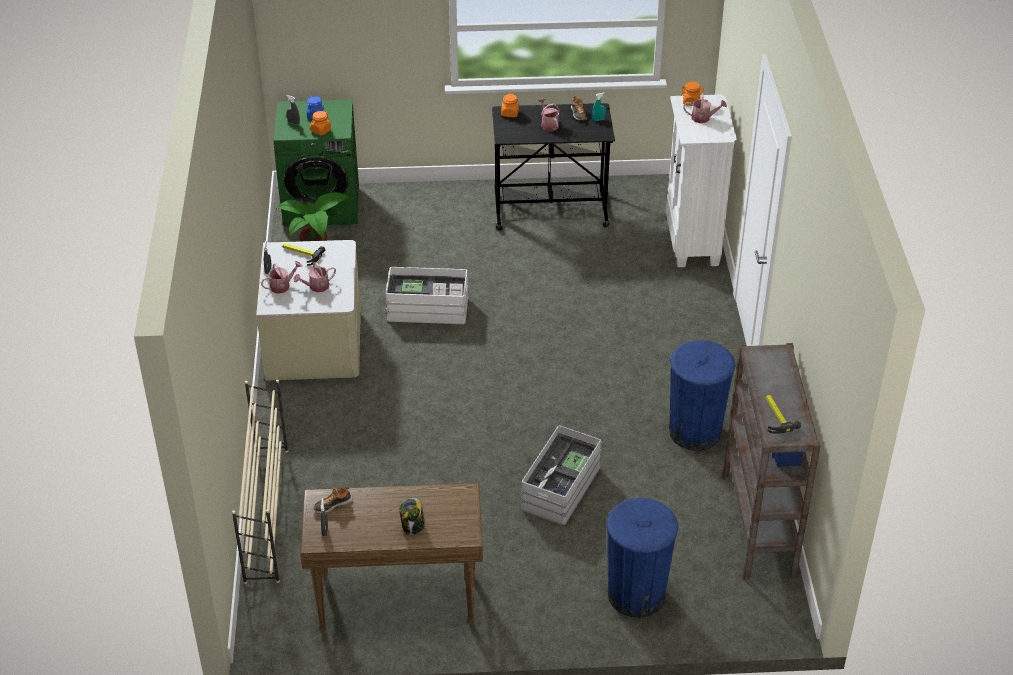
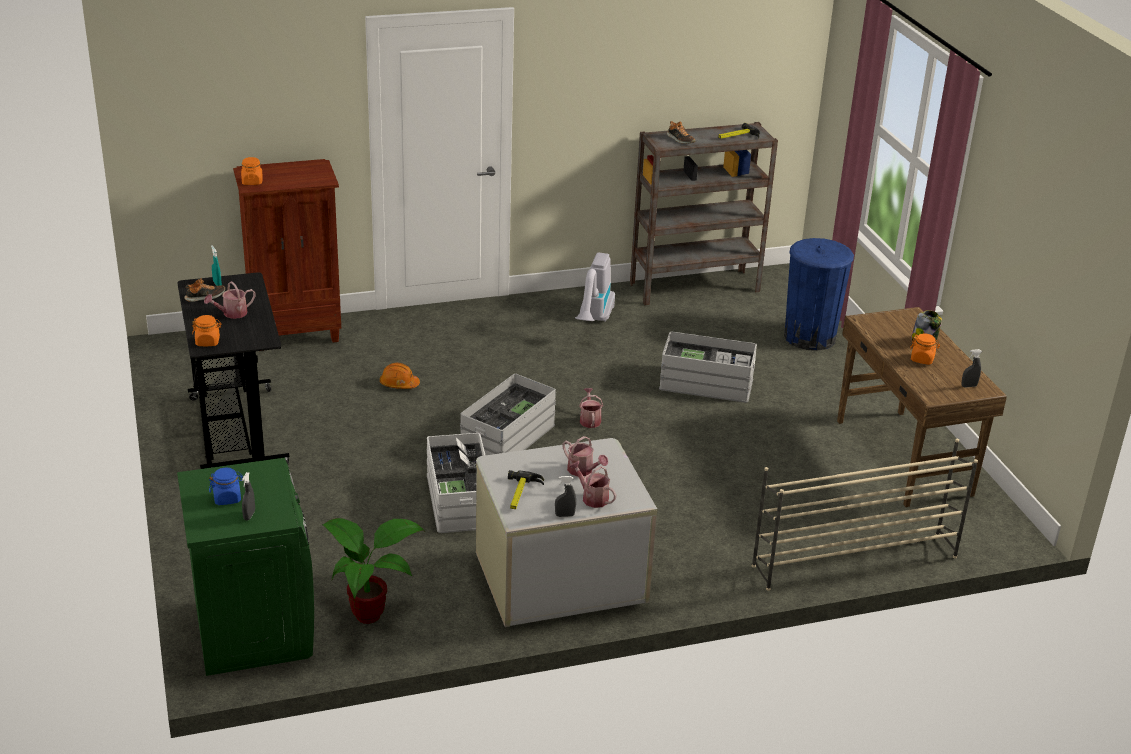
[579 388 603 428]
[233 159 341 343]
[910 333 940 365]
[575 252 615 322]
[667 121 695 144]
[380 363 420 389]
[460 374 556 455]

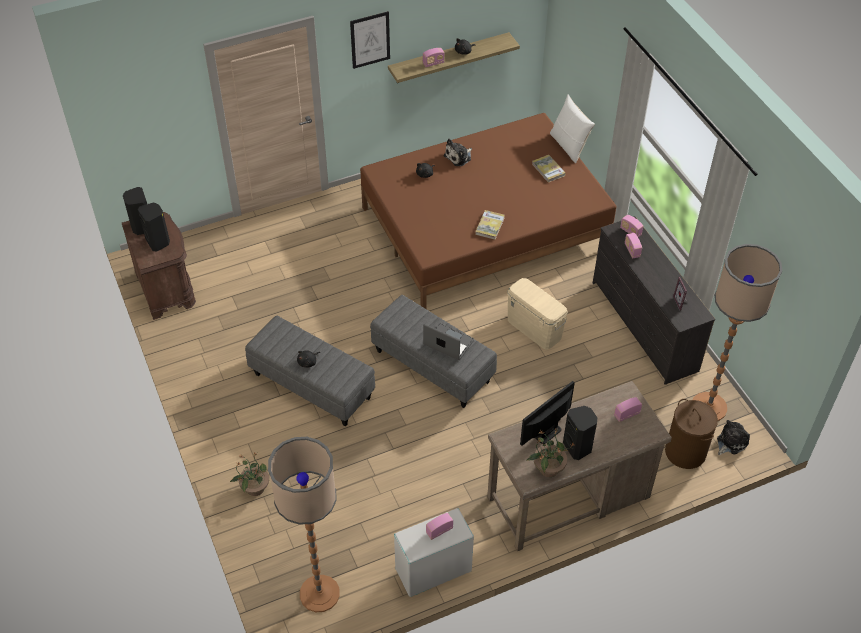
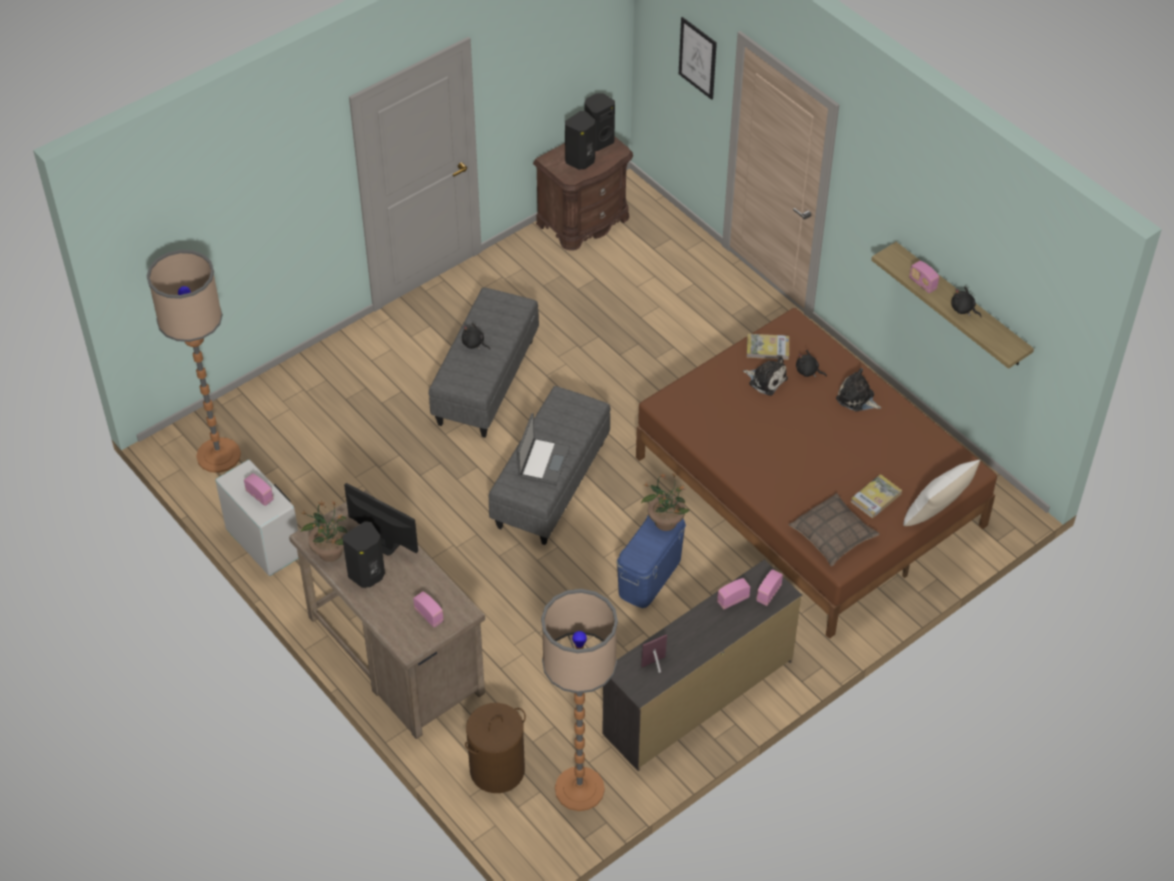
[679 17 717 100]
[747 334 789 360]
[616 515 686 608]
[743 356 788 396]
[641 473 689 531]
[789 493 880 566]

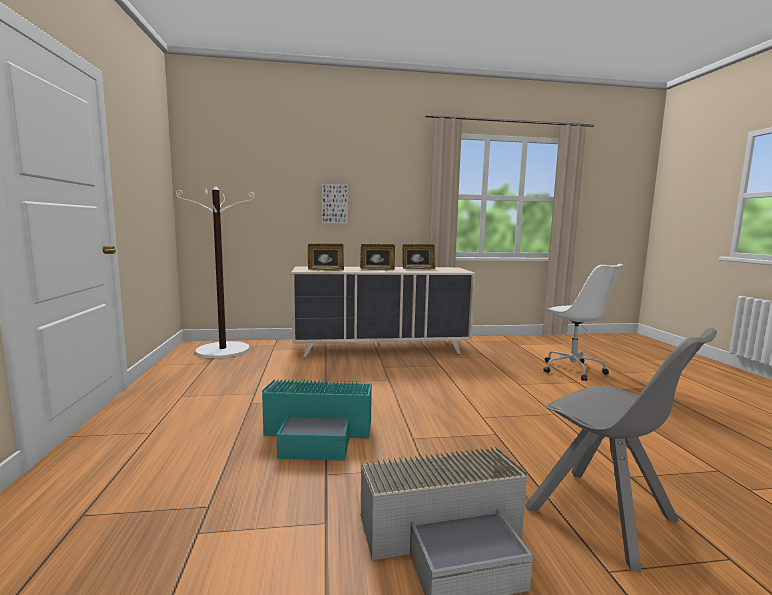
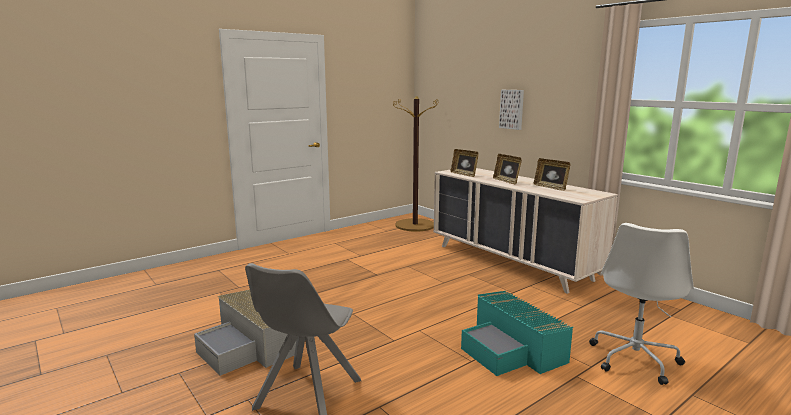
[393 96 438 232]
[461 291 573 376]

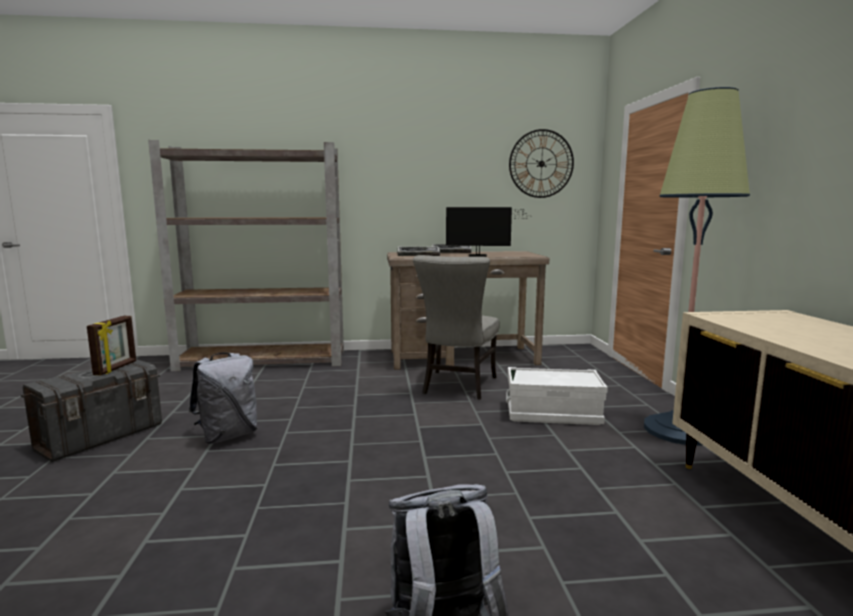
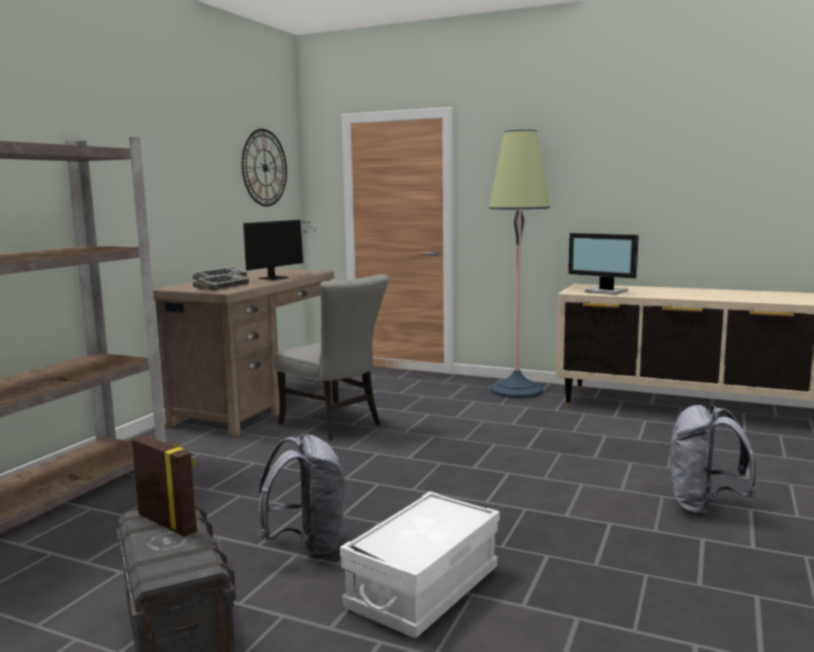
[340 491 500 638]
[568 233 639 295]

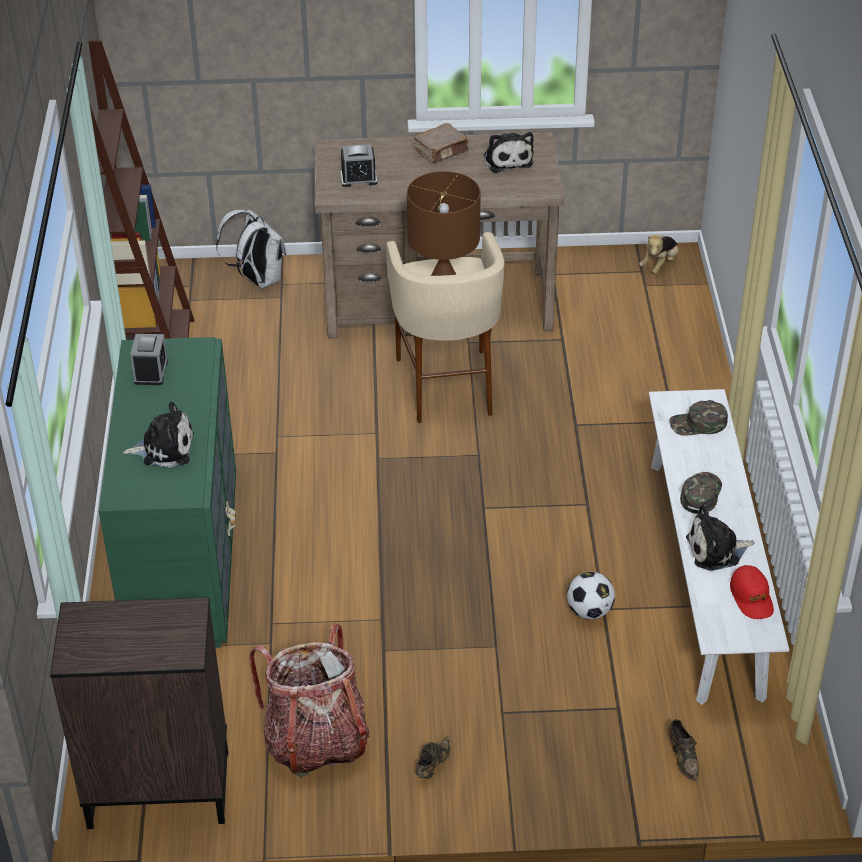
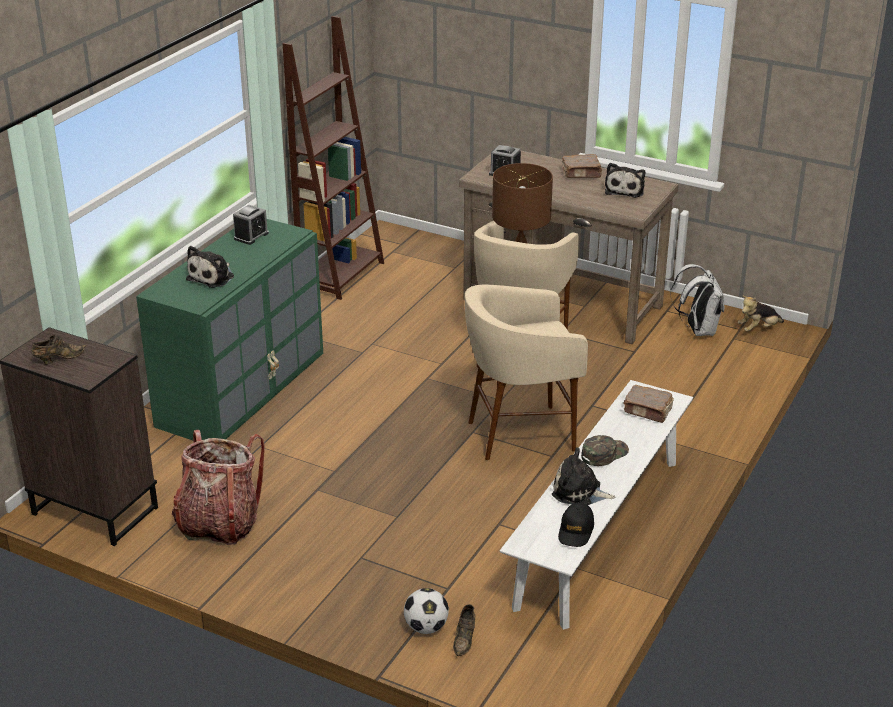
[670 264 724 336]
[623 385 674 423]
[186 246 234 288]
[558 503 594 547]
[404 588 449 634]
[31 335 86 364]
[465 285 588 460]

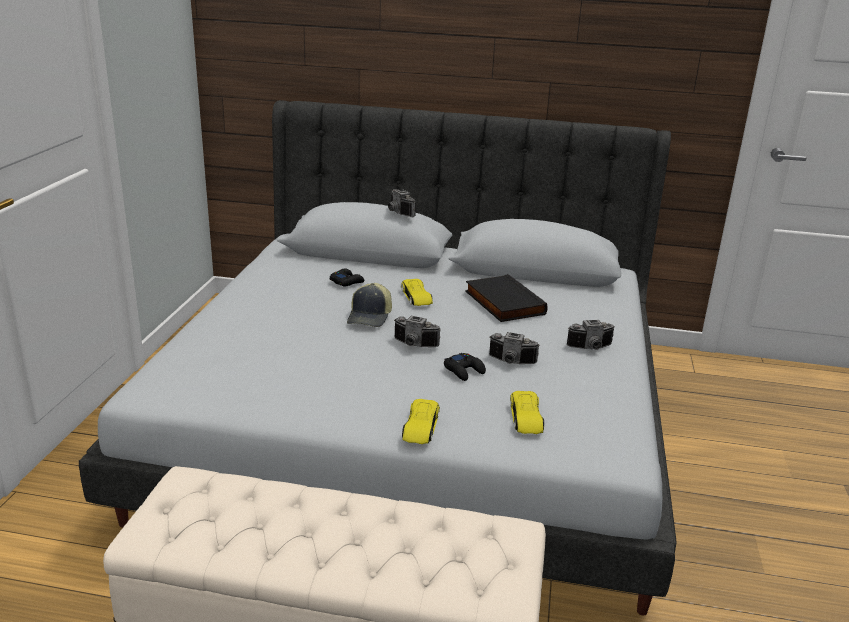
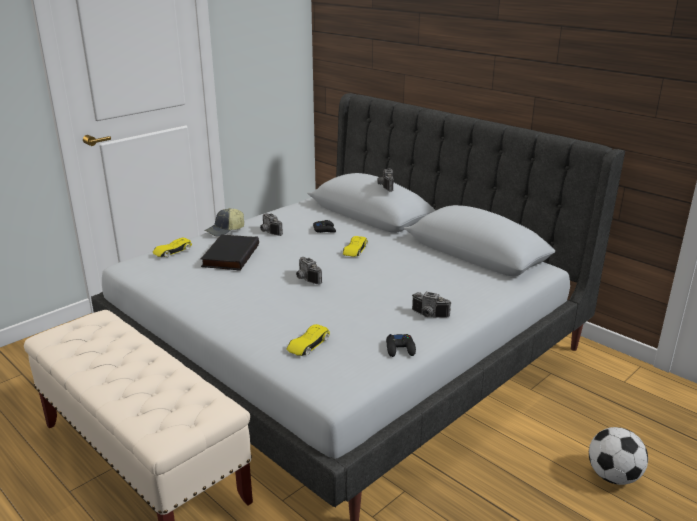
[200 234 259 271]
[204 208 244 237]
[260 213 283 236]
[386 334 416 357]
[153 238 192 257]
[589 427 648 485]

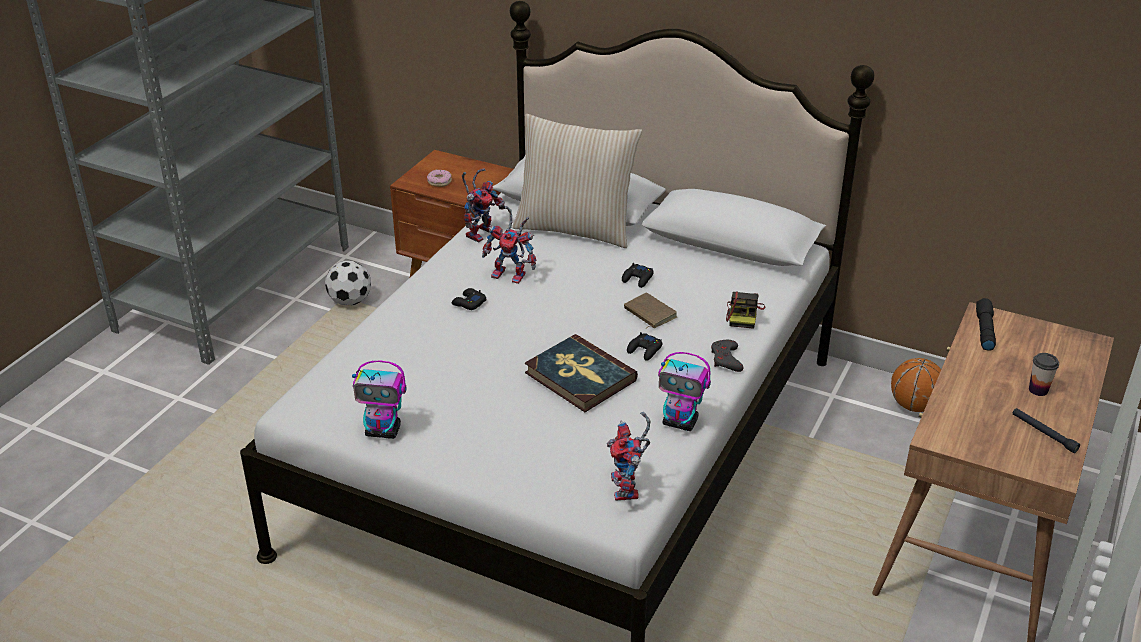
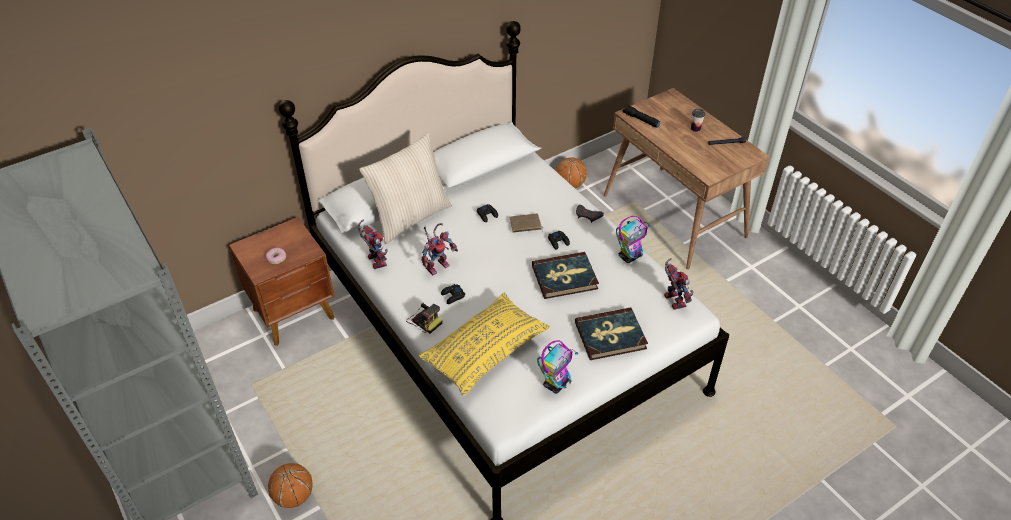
[325 261 371 306] (first image)
[406 303 442 334]
[664 258 693 310]
[419 293 550 396]
[575 308 648 360]
[268 463 313 508]

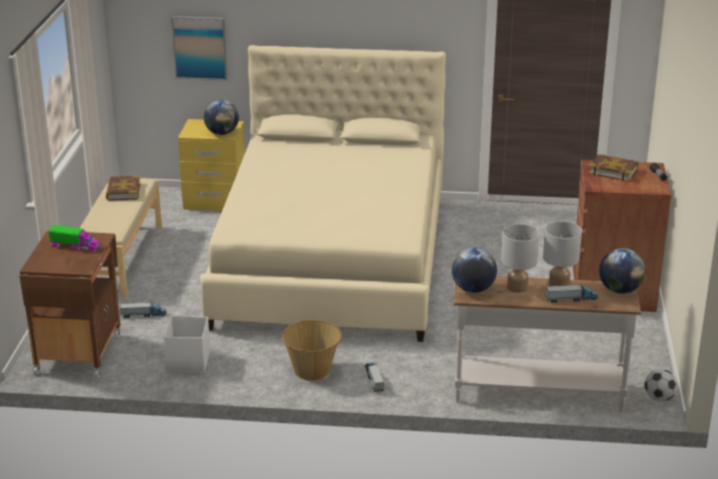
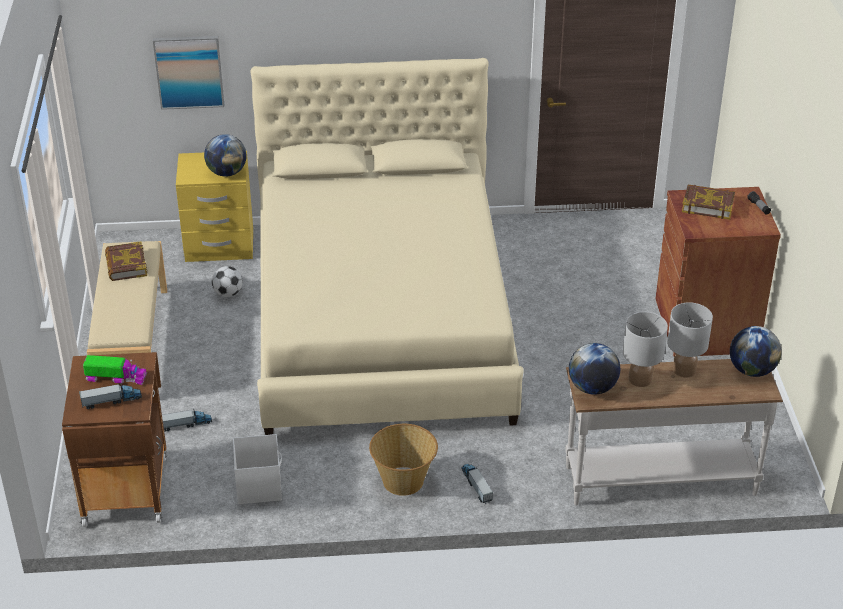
[79 383 142 409]
[212 266 243 297]

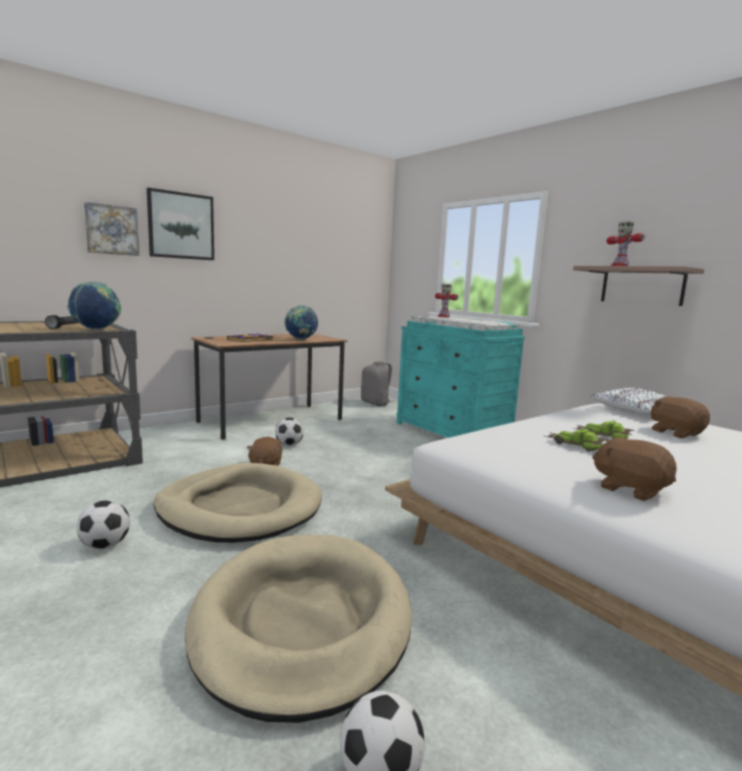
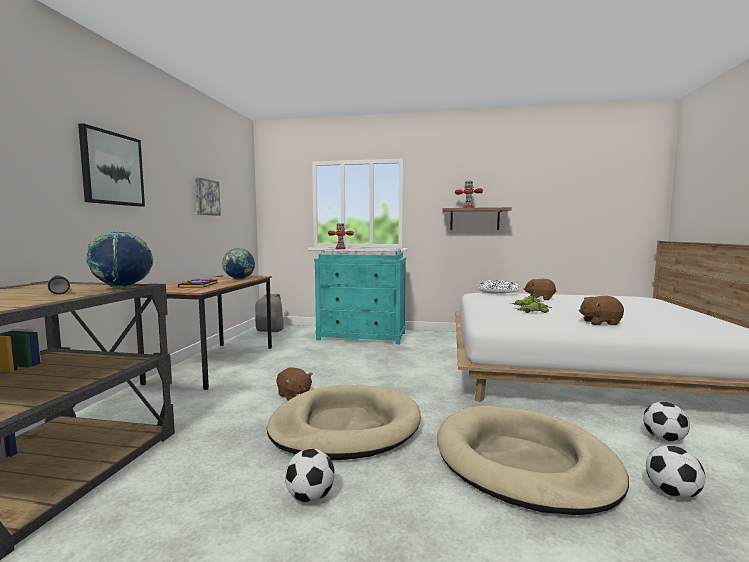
[195 178 221 216]
[643 402 690 442]

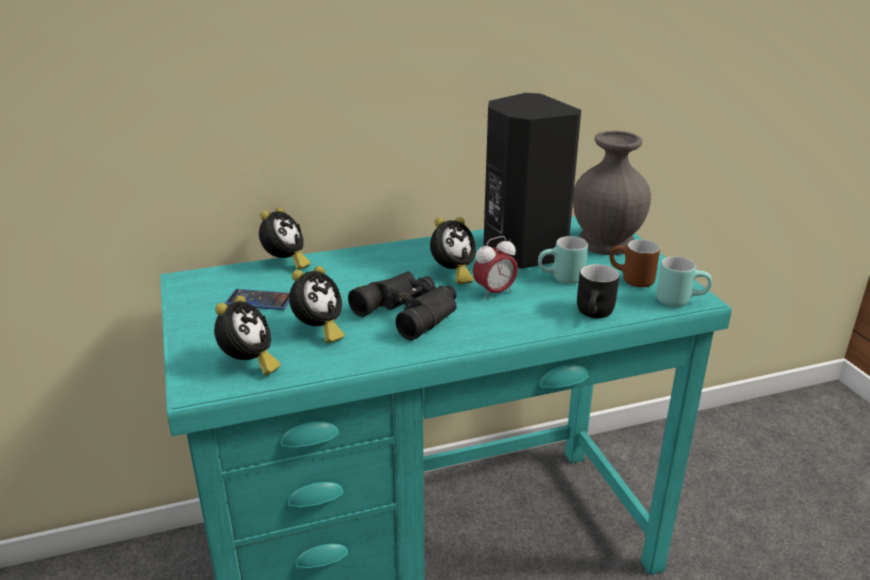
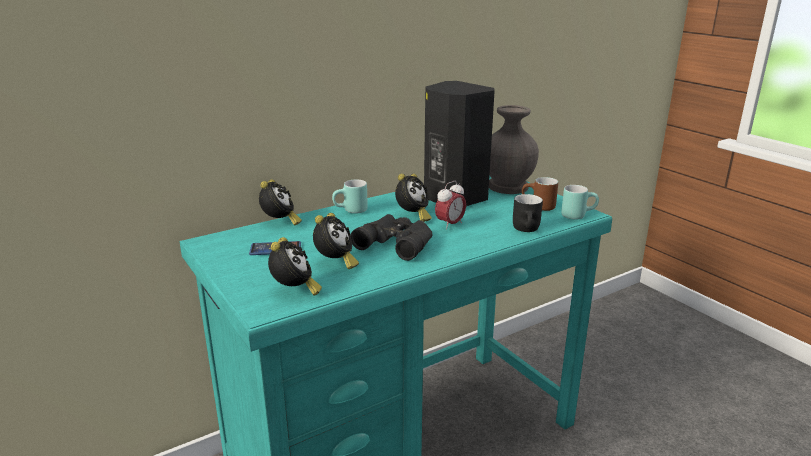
[332 180 368 214]

